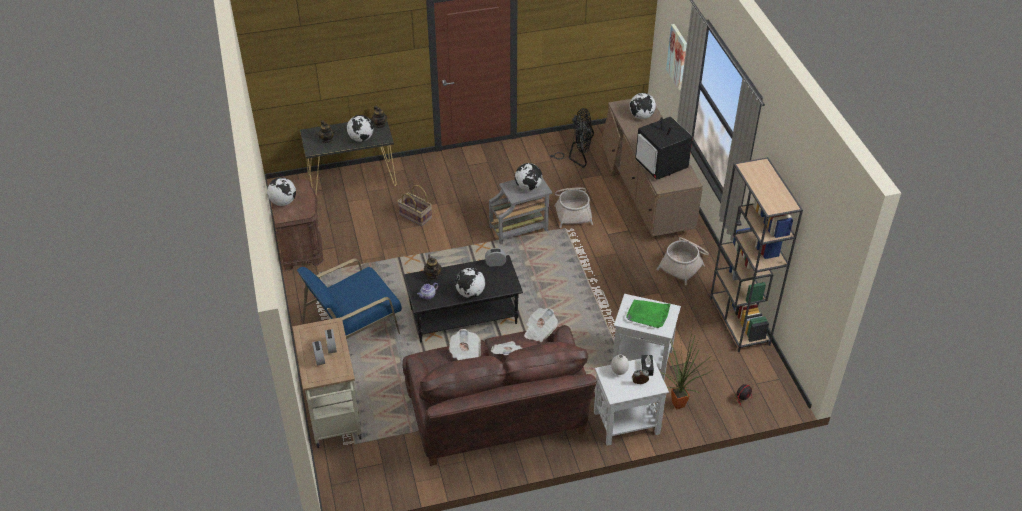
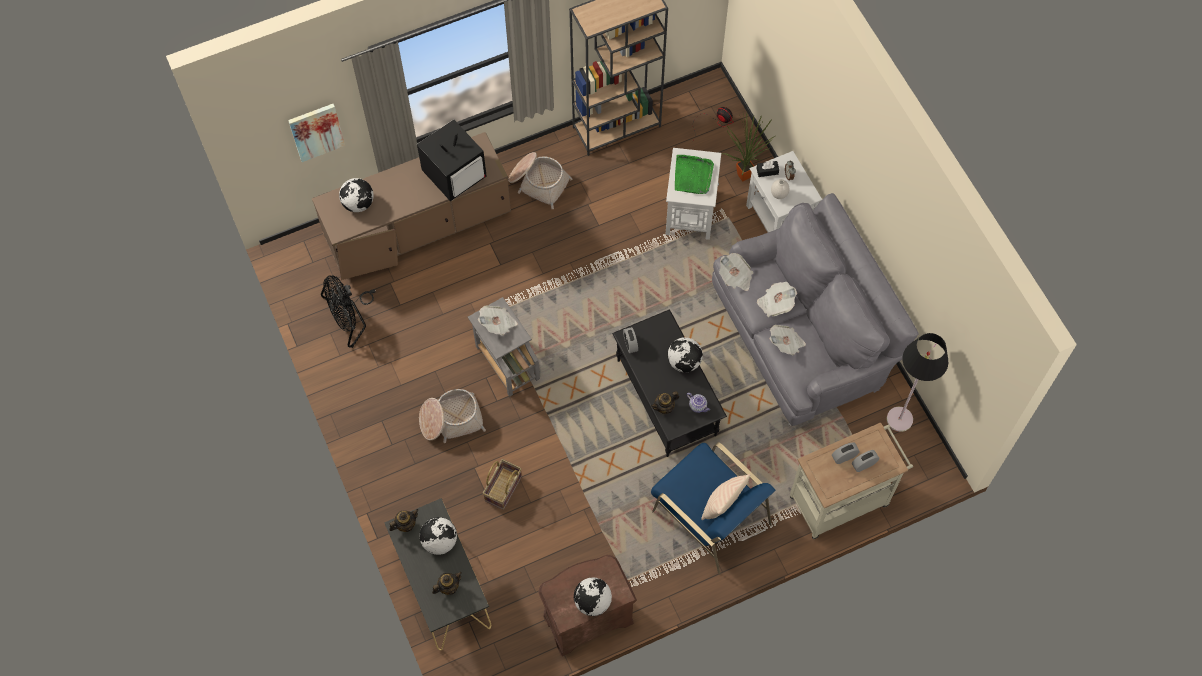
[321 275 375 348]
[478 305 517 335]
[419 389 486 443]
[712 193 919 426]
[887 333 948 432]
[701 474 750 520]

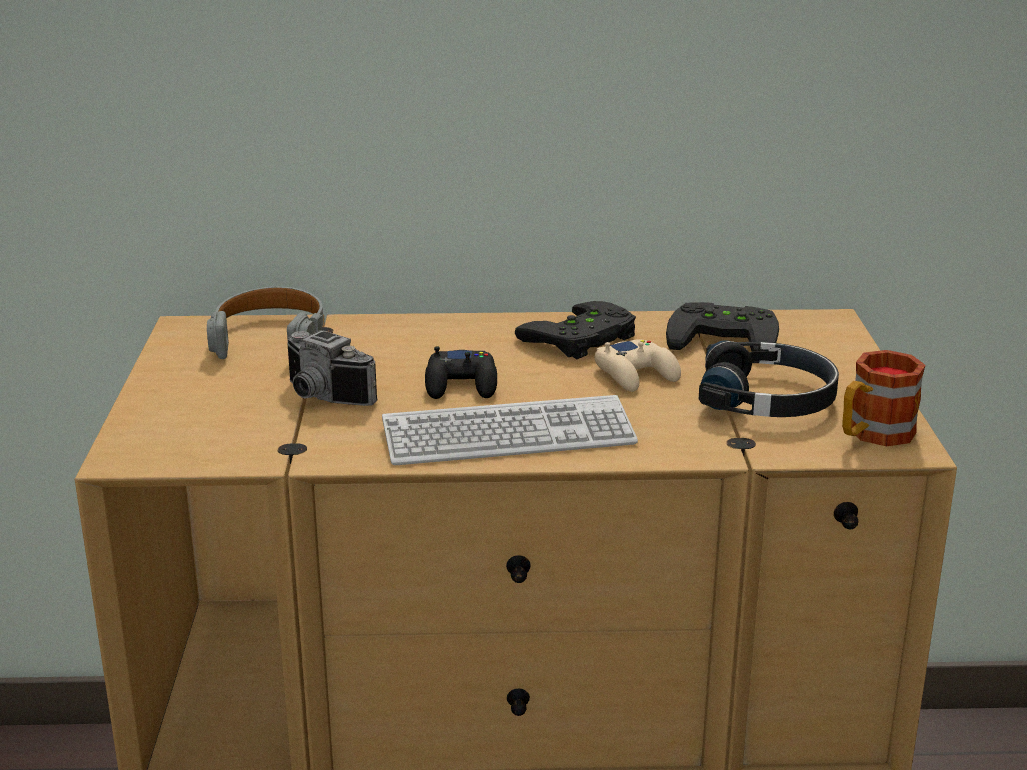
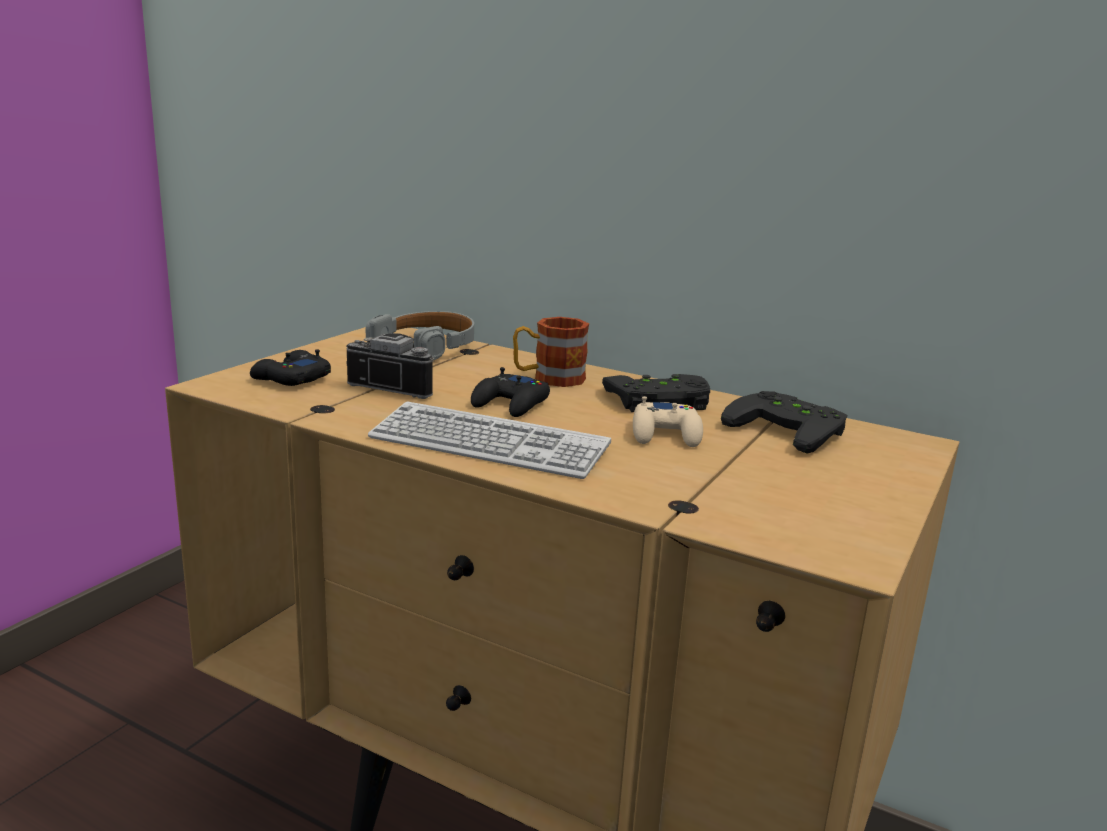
[346 333 434 399]
[699 341 839 417] (first image)
[513 317 589 387]
[250 349 331 386]

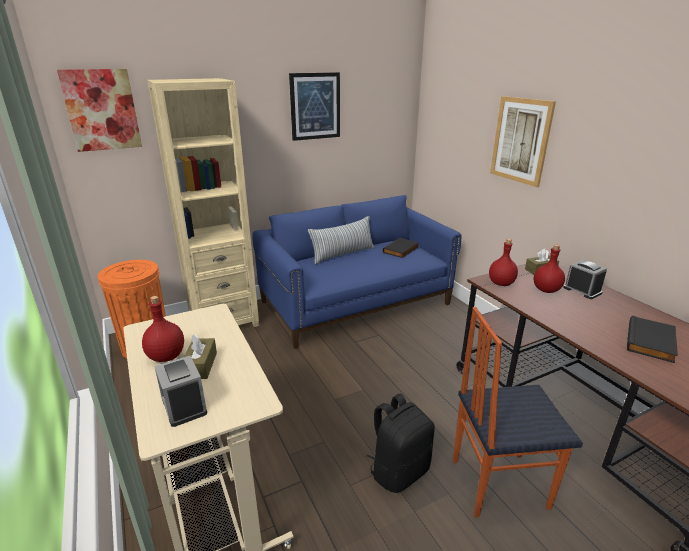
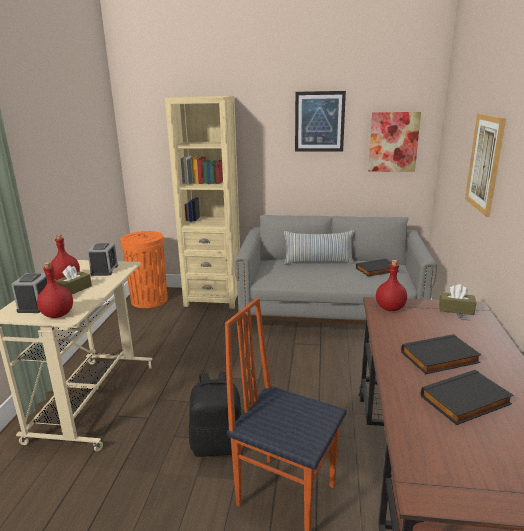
[368 112 421 172]
[234 215 437 333]
[37 262 73 318]
[87 243 118 276]
[401 334 482 374]

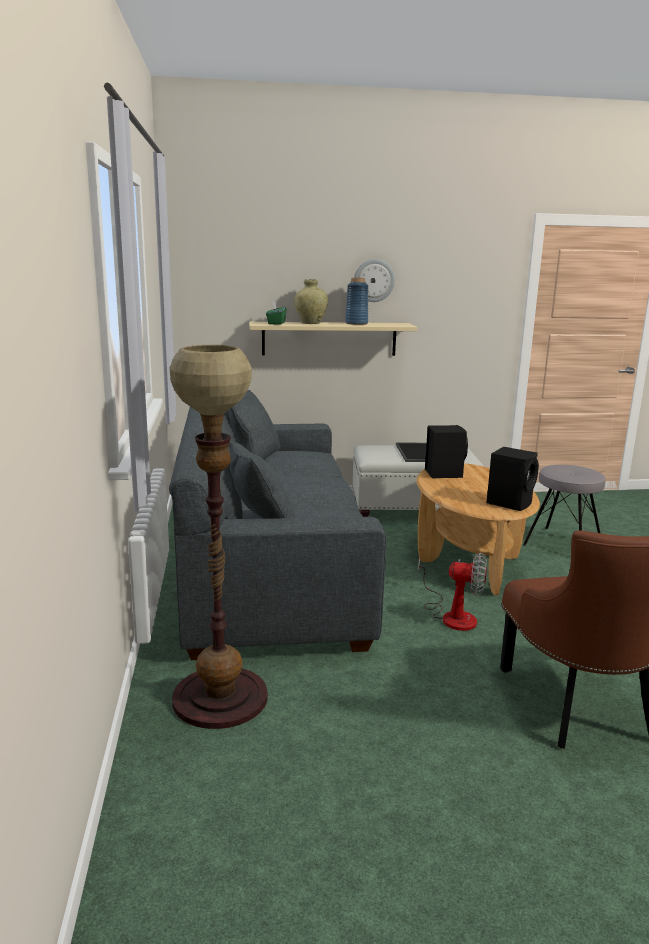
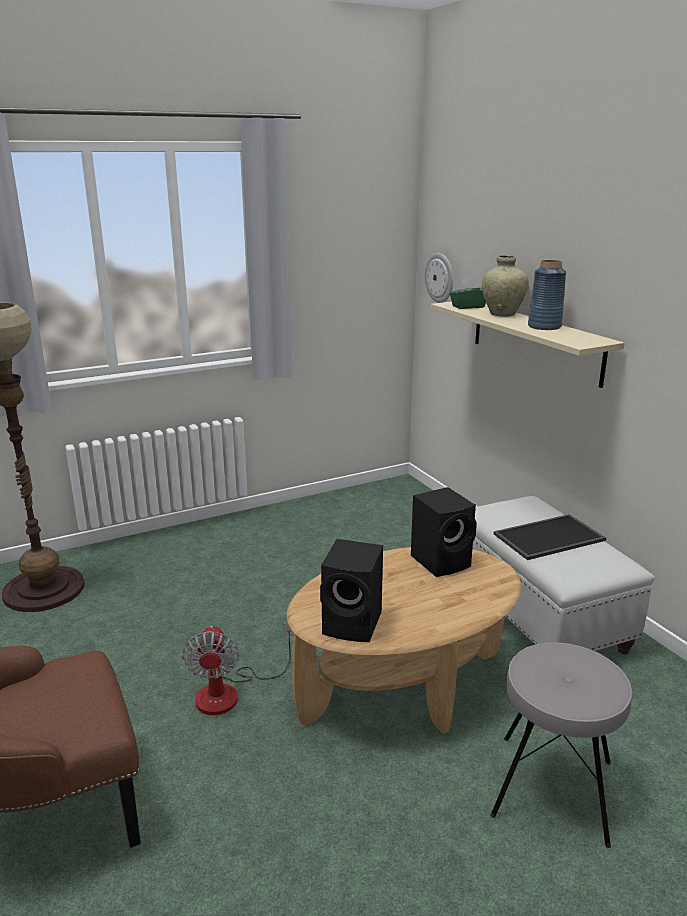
[425 253 453 303]
[169 390 387 660] (first image)

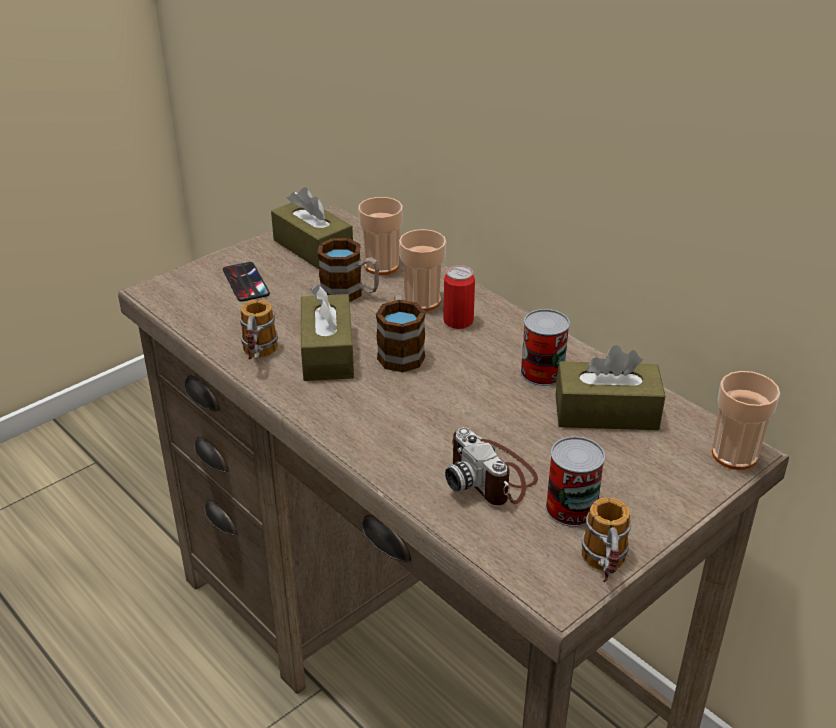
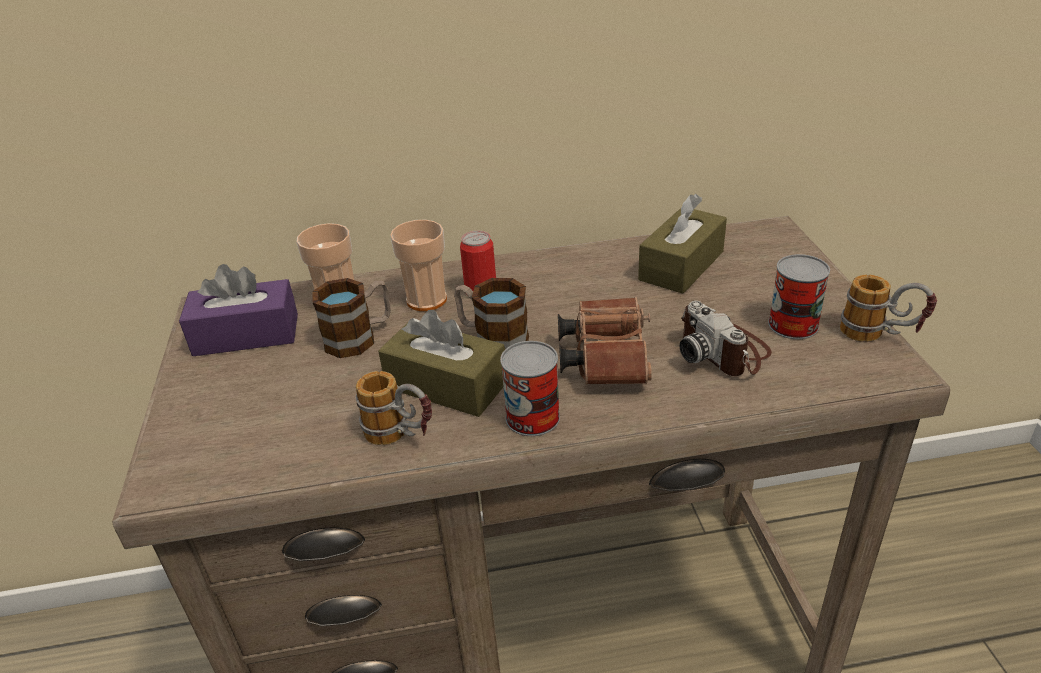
[179 264 298 356]
[223 262 270 302] (first image)
[500 341 560 436]
[712 371 780 470] (first image)
[680 301 772 376]
[558 297 652 385]

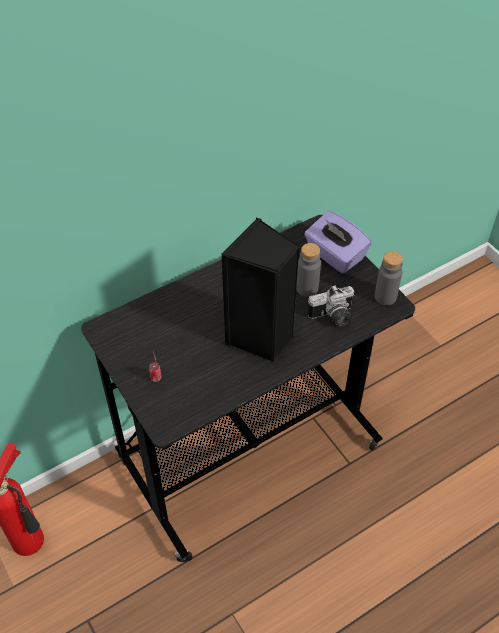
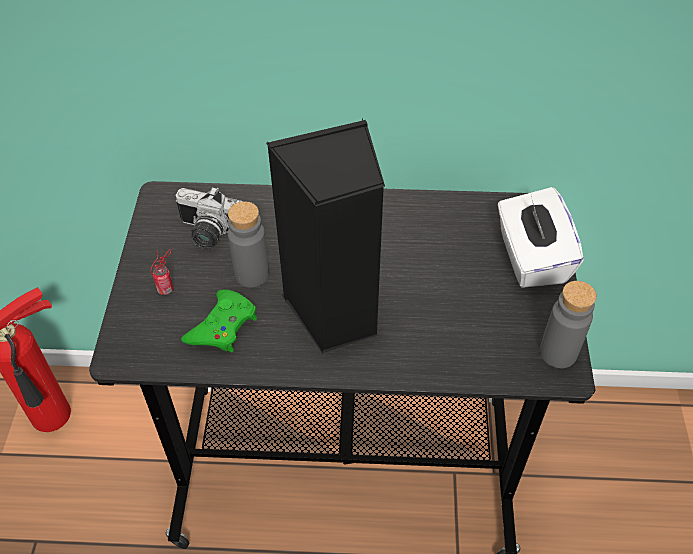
[498 187 584 288]
[228 201 269 287]
[175 187 243 249]
[181 289 257 352]

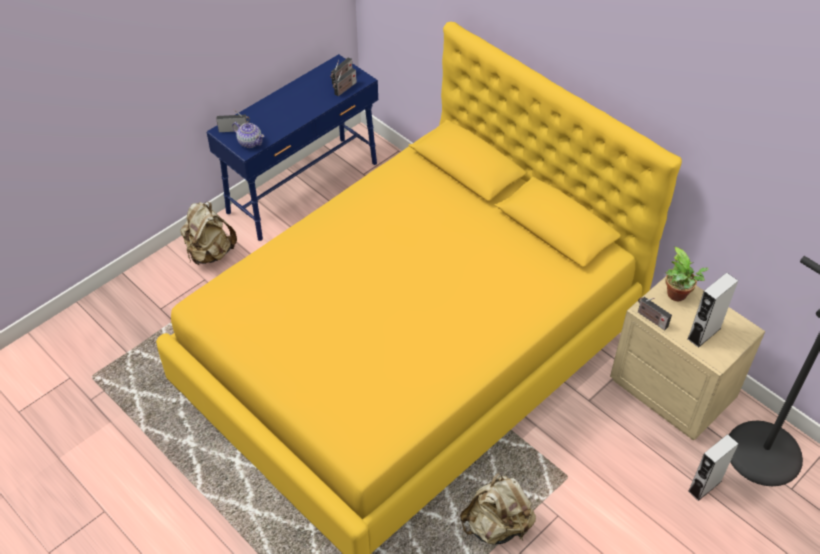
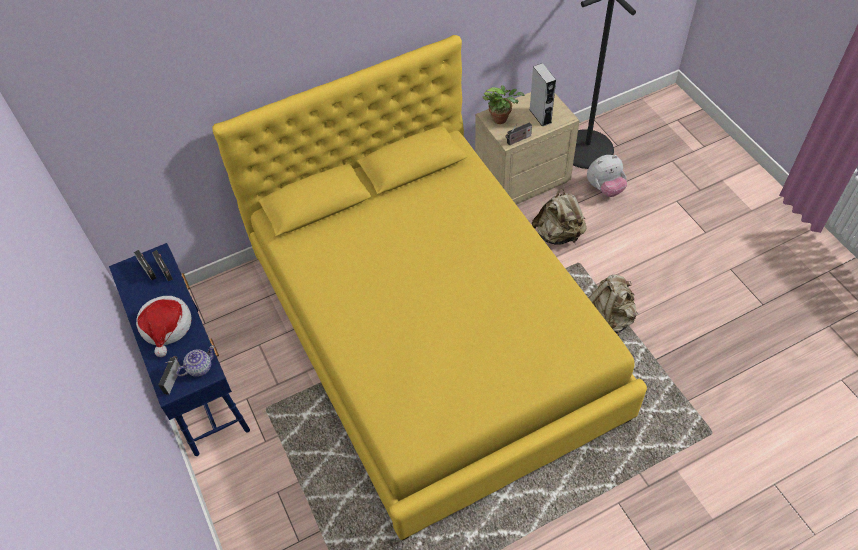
[532 188 587 245]
[587 155 627 197]
[136 296 191 357]

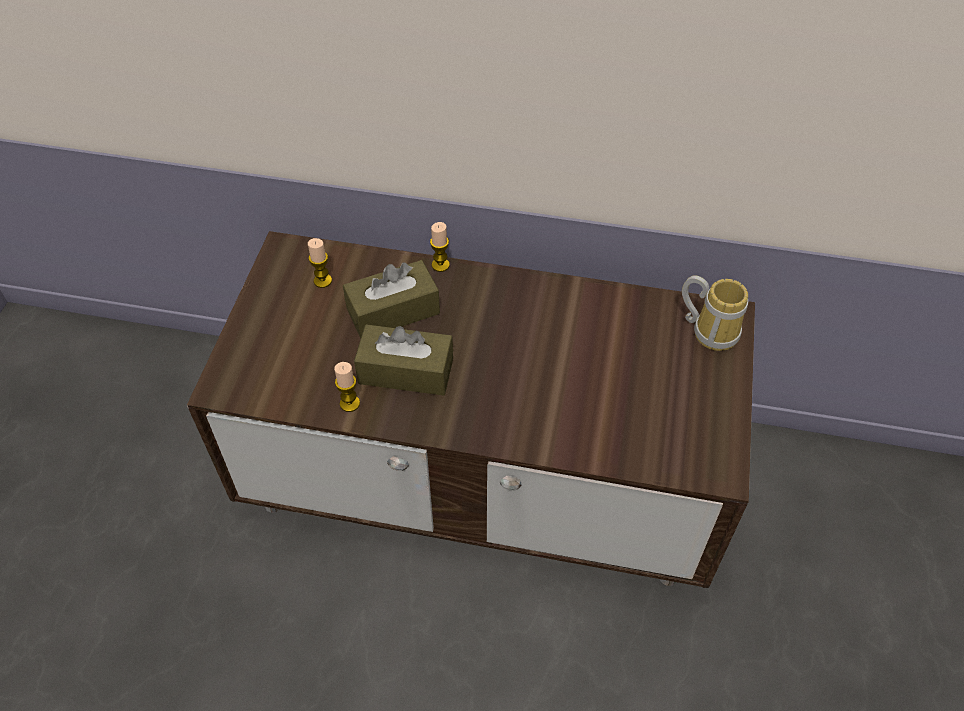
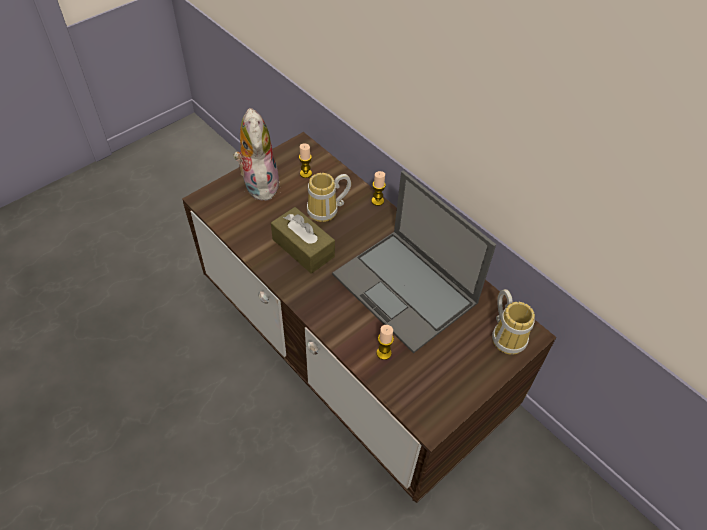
[307 173 351 222]
[376 325 394 360]
[233 108 280 201]
[332 171 496 353]

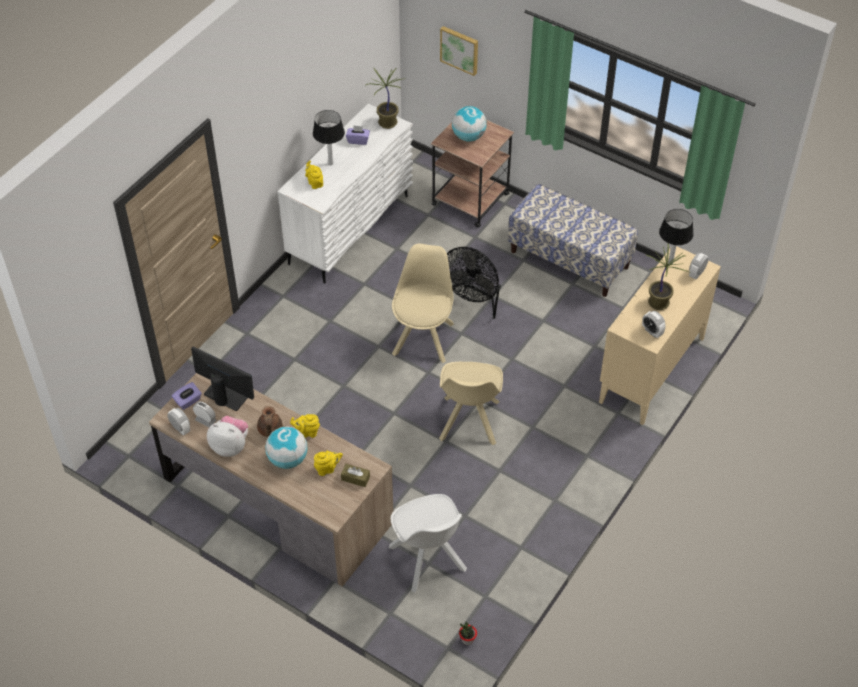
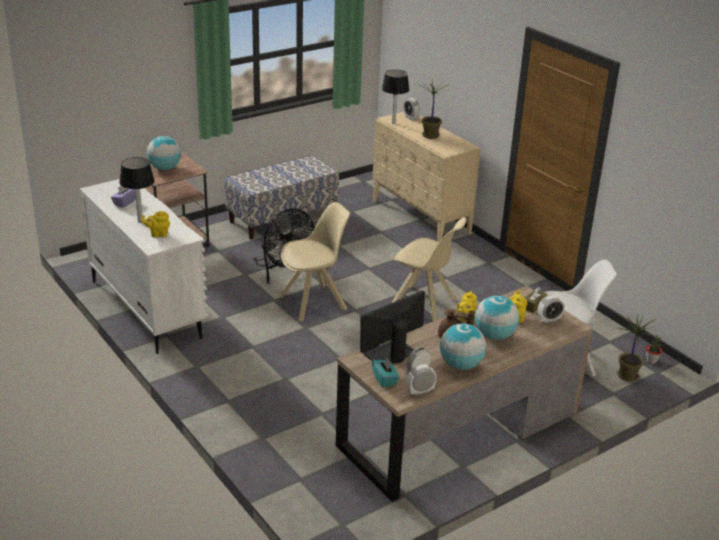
[440 26 478 76] (first image)
[615 314 659 382]
[279 202 350 322]
[537 295 564 324]
[372 358 399 387]
[440 323 486 370]

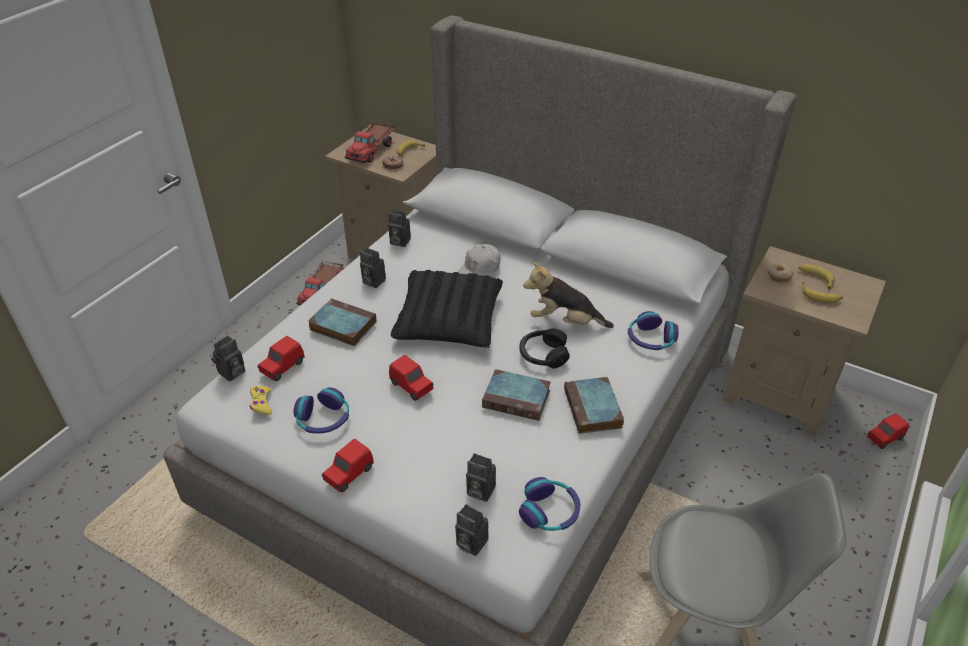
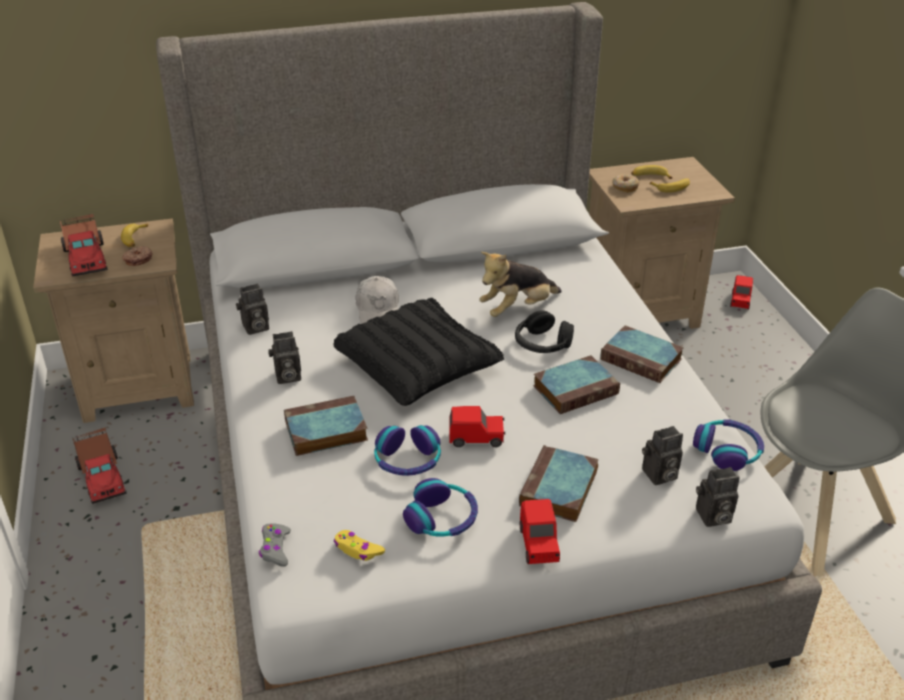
[374 425 441 476]
[259 523 291 567]
[257 336 305 381] (first image)
[519 445 599 522]

